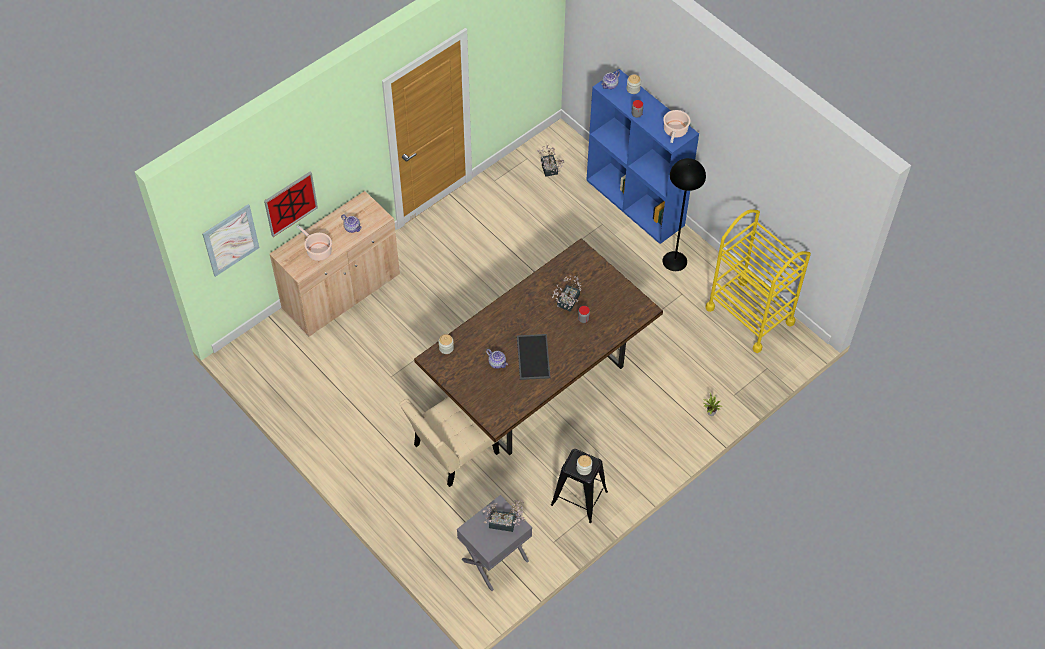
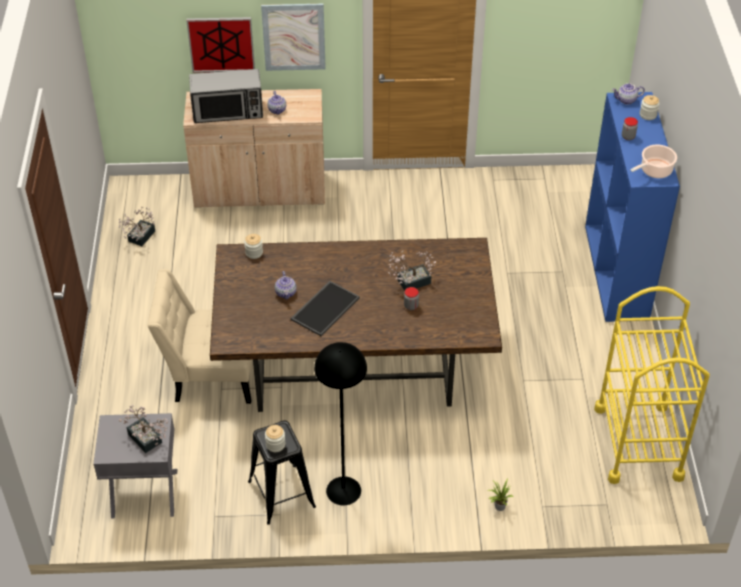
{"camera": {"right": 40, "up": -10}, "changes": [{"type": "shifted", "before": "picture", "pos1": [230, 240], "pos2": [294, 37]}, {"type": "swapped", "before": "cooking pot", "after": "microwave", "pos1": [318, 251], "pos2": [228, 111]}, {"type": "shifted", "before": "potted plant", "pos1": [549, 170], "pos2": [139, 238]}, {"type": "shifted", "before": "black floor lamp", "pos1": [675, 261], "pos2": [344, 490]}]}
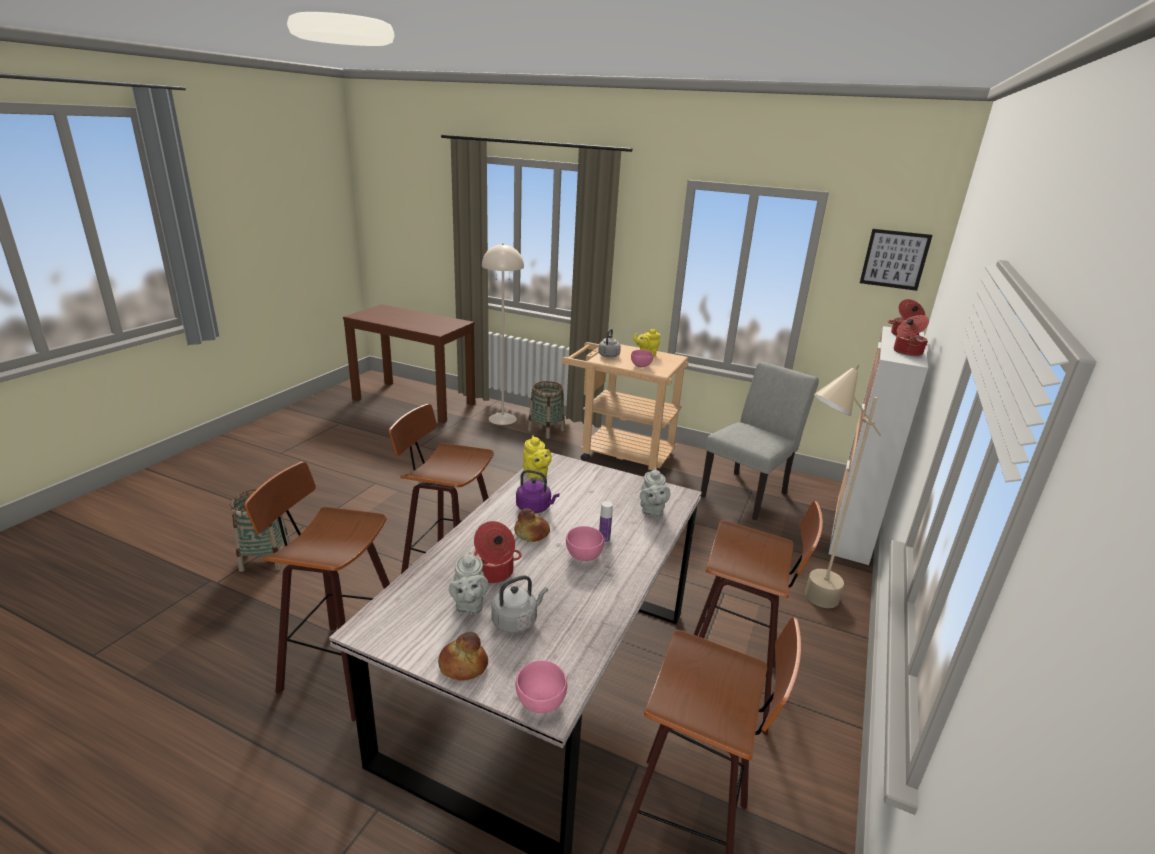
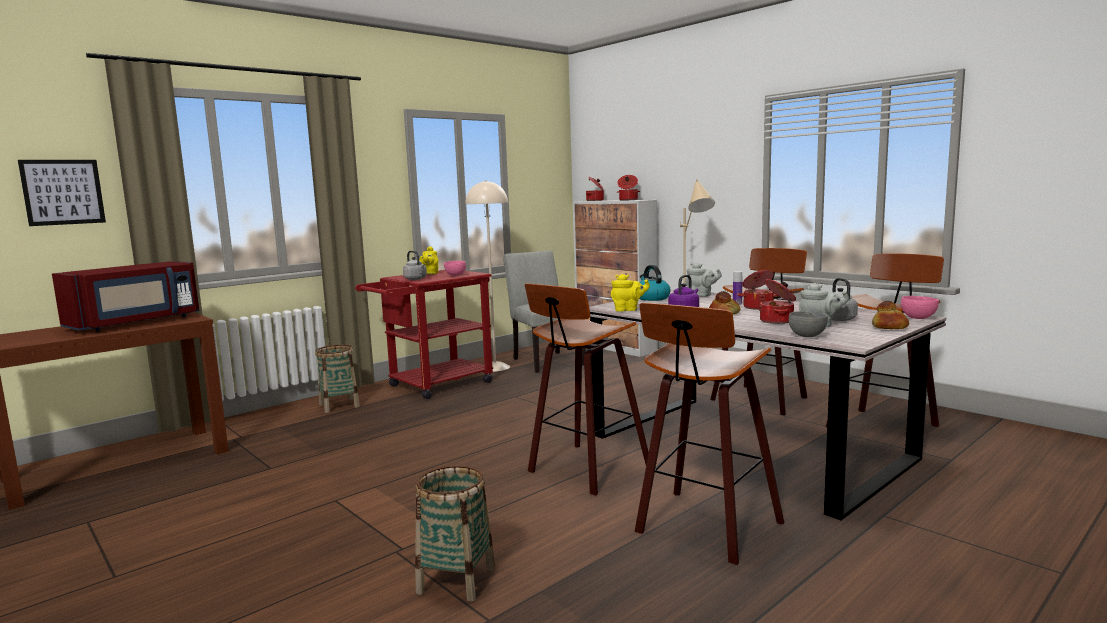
{"camera": {"right": -65, "up": -15}, "changes": [{"type": "shifted", "before": "beige floor lamp", "pos1": [502, 418], "pos2": [495, 367]}, {"type": "repainted", "before": "beige cart", "after": "red cart", "pos1": [618, 454], "pos2": [433, 386]}, {"type": "swapped", "before": "pink bowl", "after": "cooking pot", "pos1": [584, 556], "pos2": [758, 307]}, {"type": "shifted", "before": "picture", "pos1": [894, 259], "pos2": [63, 192]}, {"type": "new", "after": "red microwave", "pos2": [136, 323]}, {"type": "new", "after": "kettle", "pos2": [652, 298]}, {"type": "new", "after": "grey bowl", "pos2": [806, 336]}]}
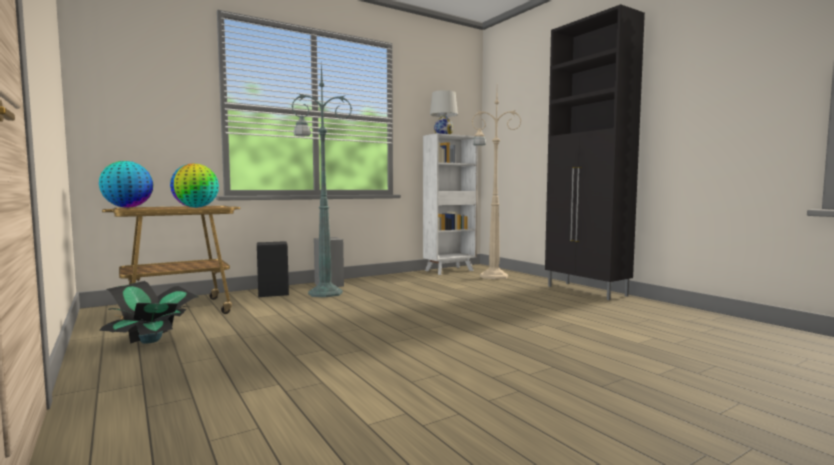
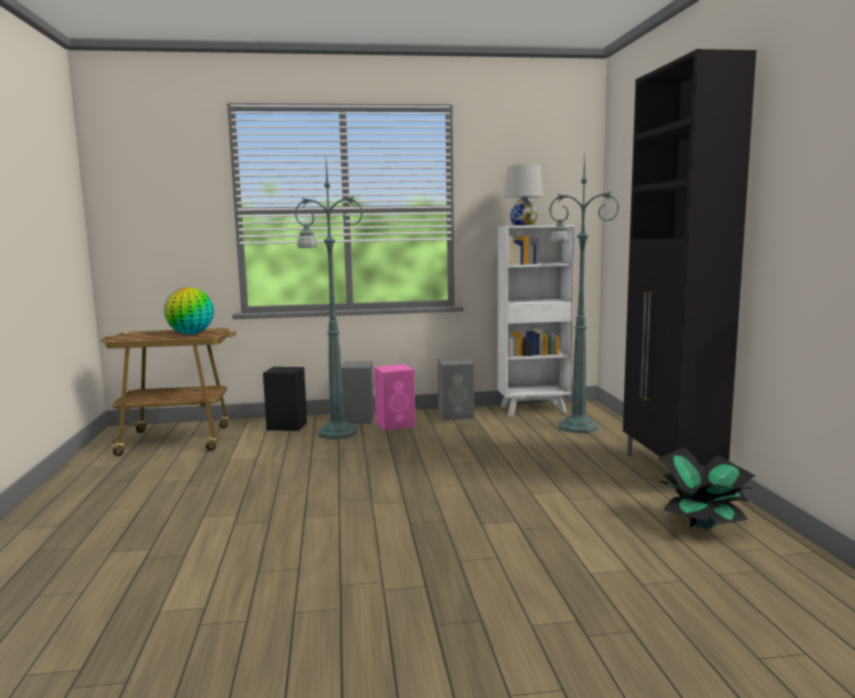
{"camera": {"right": 25, "up": 5}, "changes": [{"type": "gone", "before": "globe", "pos1": [127, 207]}, {"type": "shifted", "before": "potted plant", "pos1": [151, 340], "pos2": [703, 524]}, {"type": "repainted", "before": "beige floor lamp", "after": "green floor lamp", "pos1": [492, 276], "pos2": [575, 426]}, {"type": "new", "after": "pink speaker", "pos2": [396, 424]}, {"type": "new", "after": "grey speaker", "pos2": [456, 415]}]}
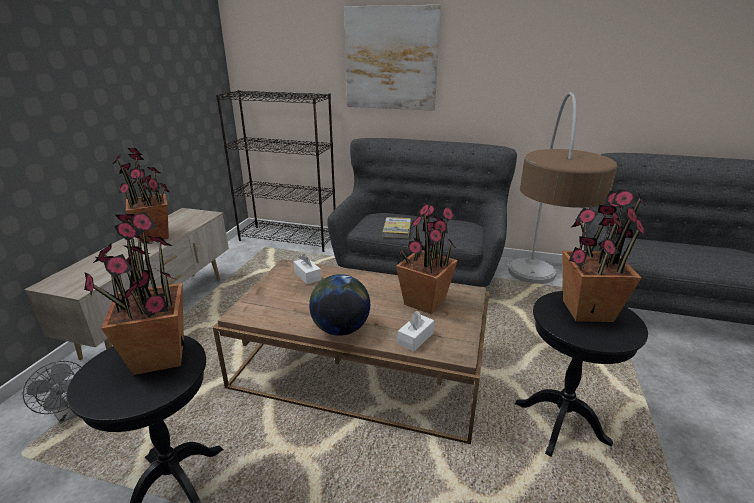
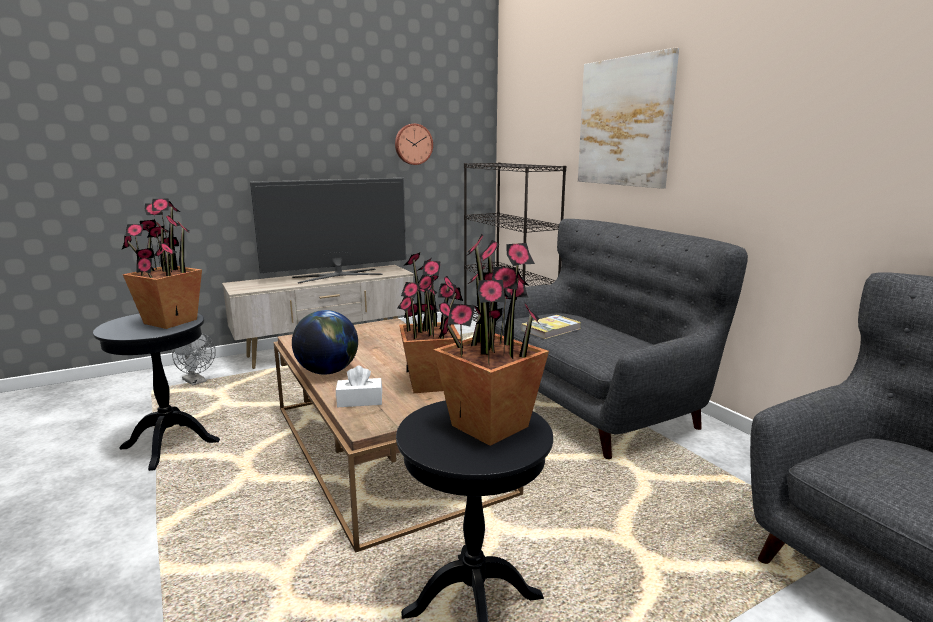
{"camera": {"right": 45, "up": -10}, "changes": [{"type": "rotated", "before": "grey fan", "pos1": [68, 414], "pos2": [197, 382], "turn": -45}, {"type": "swapped", "before": "potted plant", "after": "television", "pos1": [155, 236], "pos2": [338, 275]}, {"type": "gone", "before": "white tissue box", "pos1": [307, 276]}, {"type": "gone", "before": "floor lamp", "pos1": [533, 305]}, {"type": "new", "after": "wall clock", "pos2": [413, 144]}]}
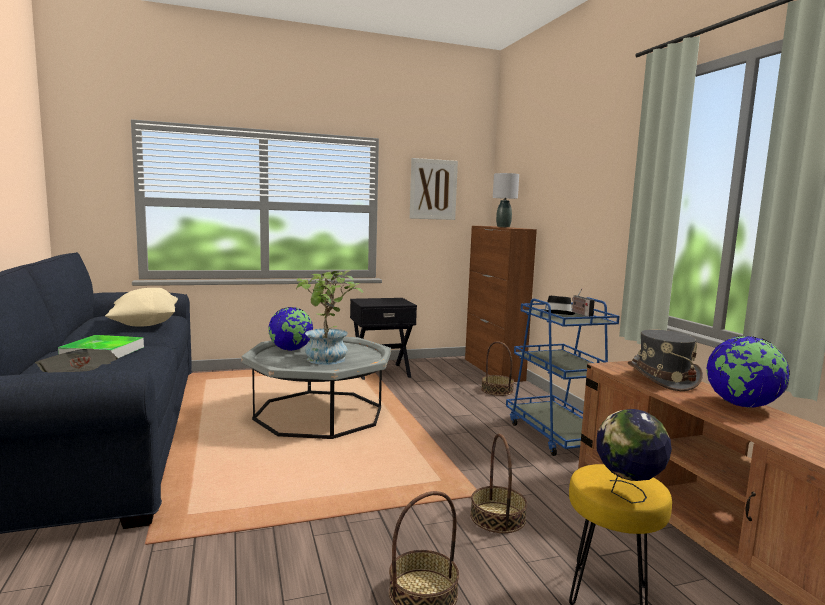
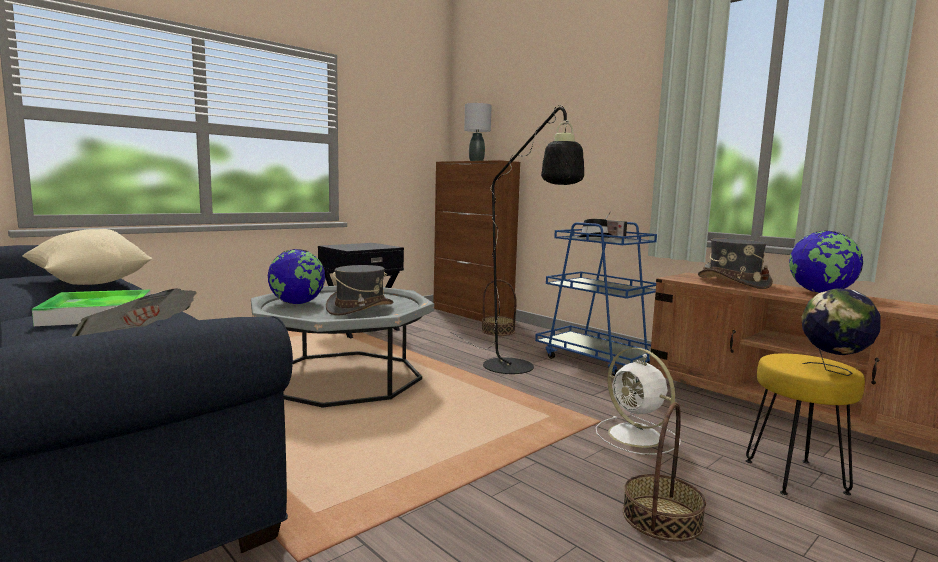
{"camera": {"right": -25, "up": 0}, "changes": [{"type": "swapped", "before": "potted plant", "after": "grey hat", "pos1": [327, 360], "pos2": [360, 309]}, {"type": "gone", "before": "picture", "pos1": [433, 189]}, {"type": "swapped", "before": "basket", "after": "white fan", "pos1": [498, 517], "pos2": [637, 437]}, {"type": "new", "after": "black floor lamp", "pos2": [516, 370]}]}
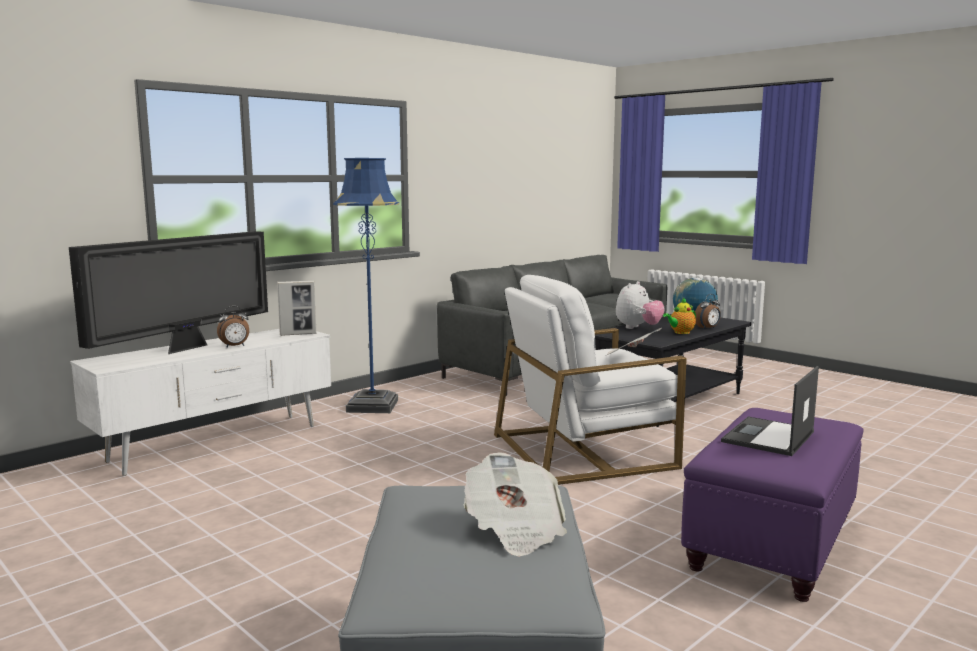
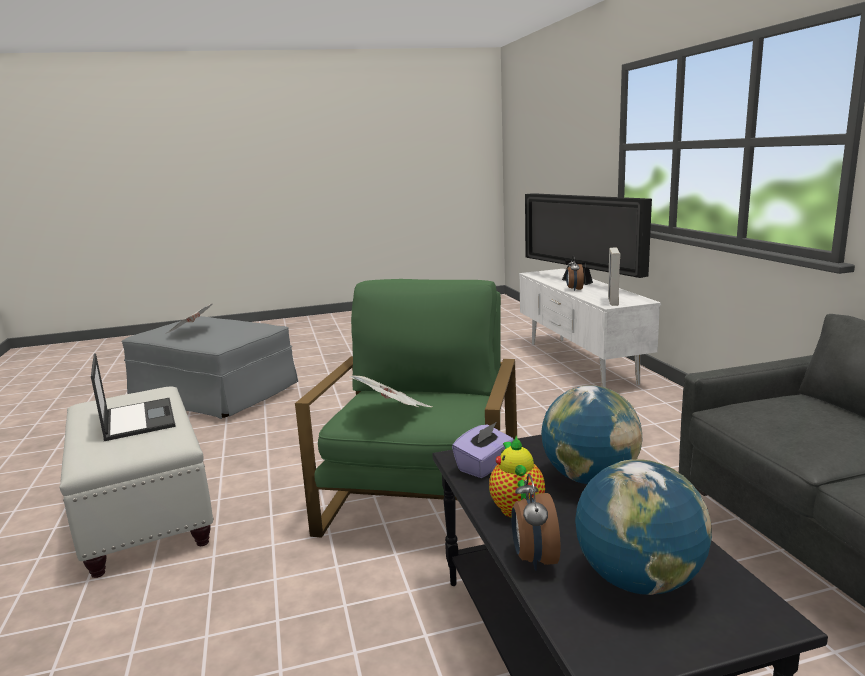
{"camera": {"right": 120, "up": 5}, "changes": [{"type": "gone", "before": "blue floor lamp", "pos1": [372, 406]}, {"type": "repainted", "before": "white armchair", "after": "green armchair", "pos1": [583, 450], "pos2": [424, 496]}, {"type": "swapped", "before": "plush toy", "after": "globe", "pos1": [638, 328], "pos2": [590, 479]}, {"type": "repainted", "before": "purple ottoman", "after": "white ottoman", "pos1": [772, 543], "pos2": [145, 513]}, {"type": "new", "after": "purple tissue box", "pos2": [484, 466]}]}
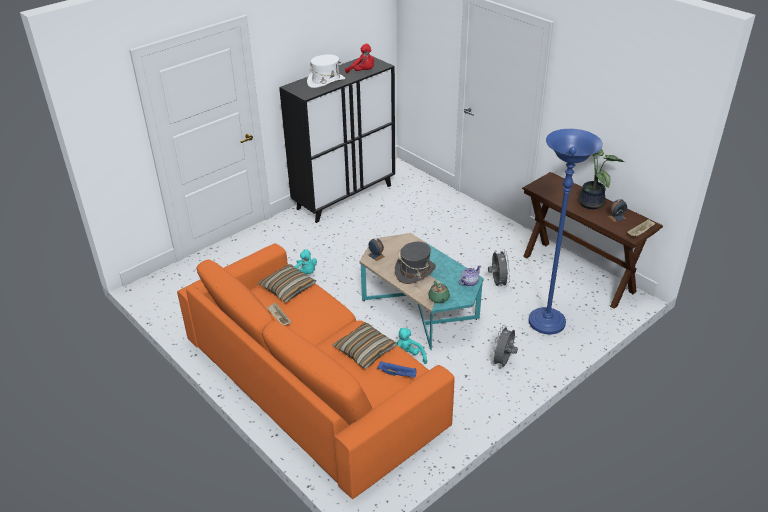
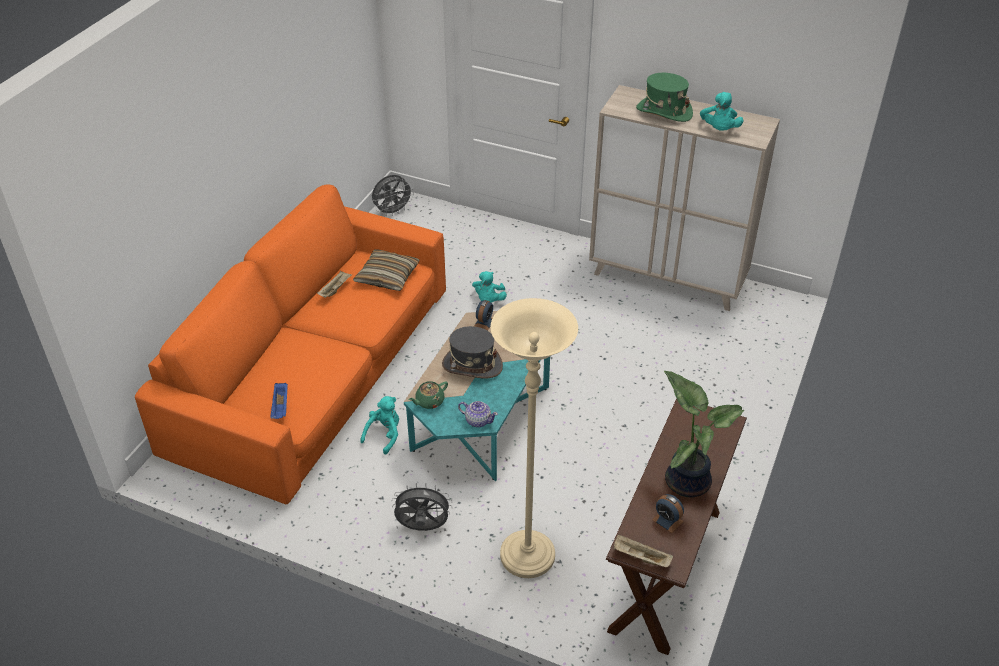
{"camera": {"right": 65, "up": 5}, "changes": [{"type": "repainted", "before": "black cabinet", "after": "beige cabinet", "pos1": [344, 197], "pos2": [667, 278]}, {"type": "repainted", "before": "white hat", "after": "green hat", "pos1": [326, 81], "pos2": [664, 111]}, {"type": "gone", "before": "pillow", "pos1": [365, 350]}, {"type": "repainted", "before": "red plush toy", "after": "turquoise plush toy", "pos1": [362, 72], "pos2": [719, 130]}, {"type": "shifted", "before": "grey fan", "pos1": [497, 283], "pos2": [393, 211]}, {"type": "repainted", "before": "blue floor lamp", "after": "beige floor lamp", "pos1": [546, 323], "pos2": [527, 556]}]}
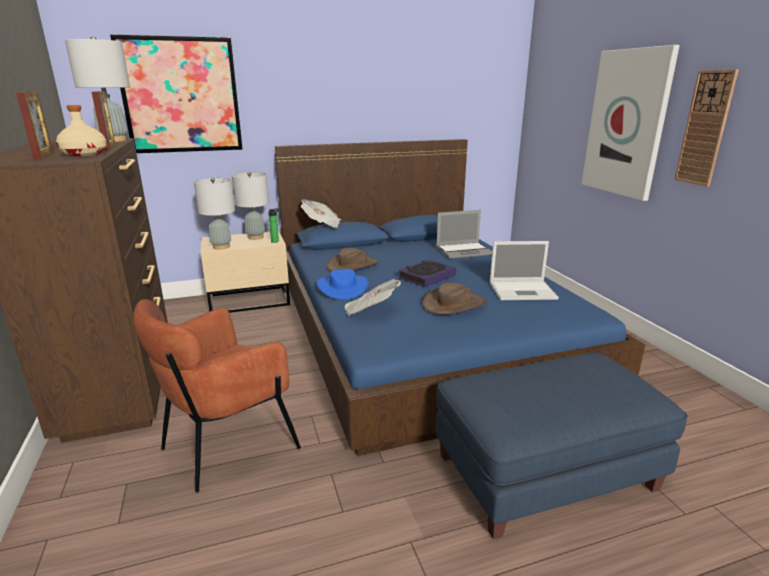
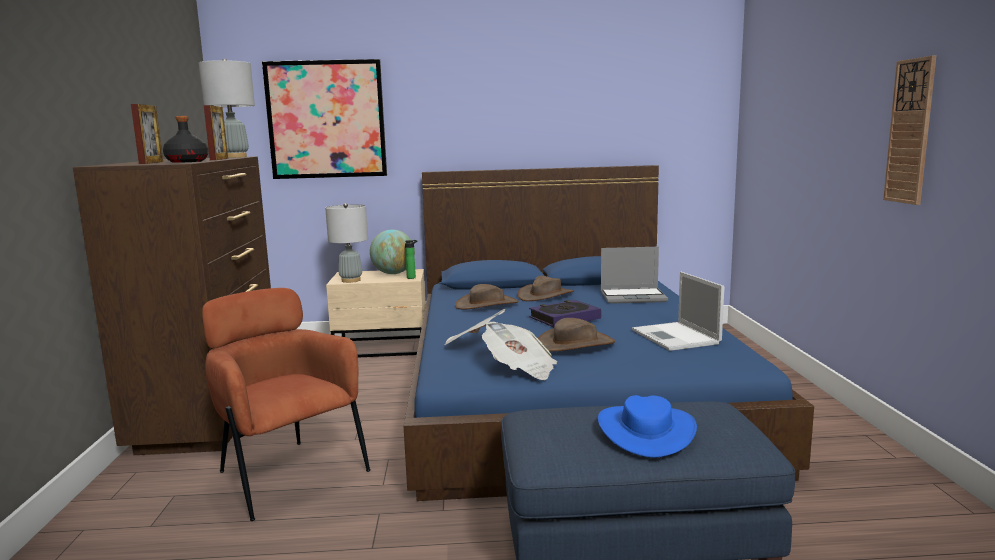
{"camera": {"right": 15, "up": -10}, "changes": [{"type": "repainted", "before": "beige bottle", "after": "black bottle", "pos1": [85, 154], "pos2": [187, 161]}, {"type": "rotated", "before": "brown armchair", "pos1": [227, 445], "pos2": [286, 475], "turn": 75}, {"type": "swapped", "before": "grey table lamp", "after": "globe", "pos1": [255, 237], "pos2": [393, 273]}, {"type": "shifted", "before": "newspaper", "pos1": [322, 224], "pos2": [520, 369]}, {"type": "shifted", "before": "blue hat", "pos1": [343, 287], "pos2": [646, 431]}, {"type": "rotated", "before": "laptop", "pos1": [523, 291], "pos2": [676, 337], "turn": 60}, {"type": "gone", "before": "picture", "pos1": [627, 123]}, {"type": "new", "after": "brown hat", "pos2": [545, 295]}]}
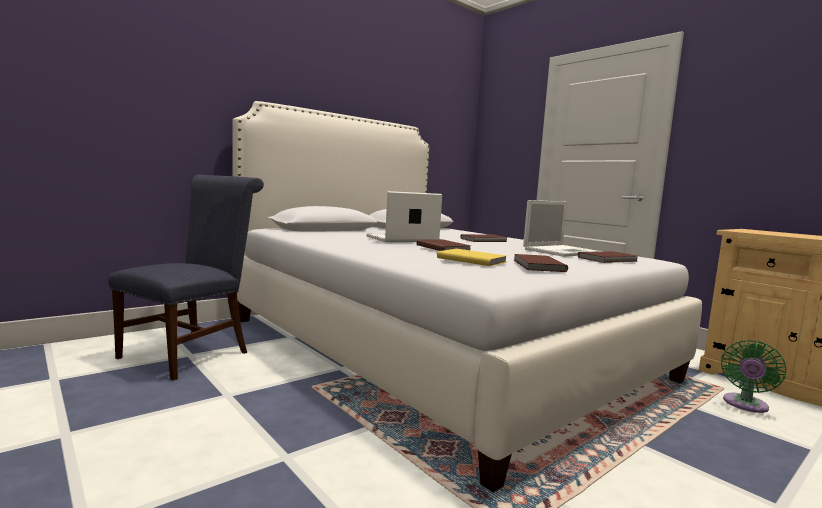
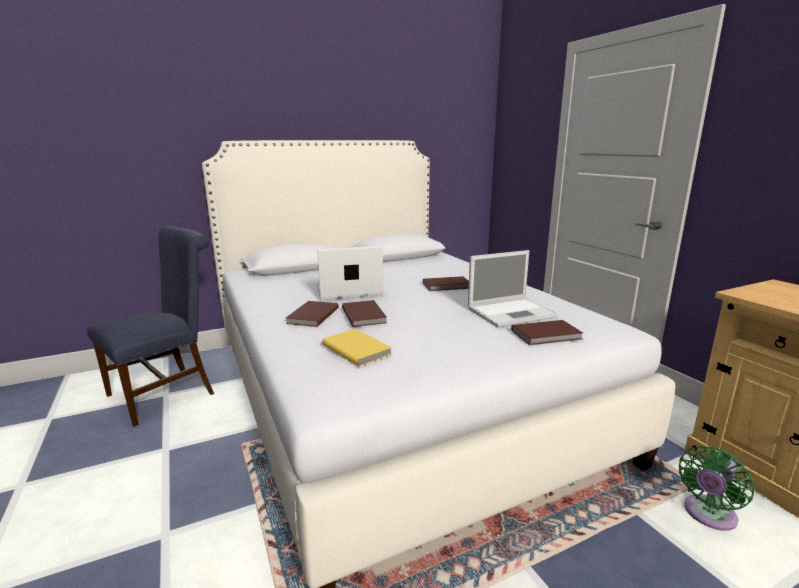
{"camera": {"right": 15, "up": 10}, "changes": [{"type": "shifted", "before": "brown book", "pos1": [537, 266], "pos2": [311, 316]}]}
